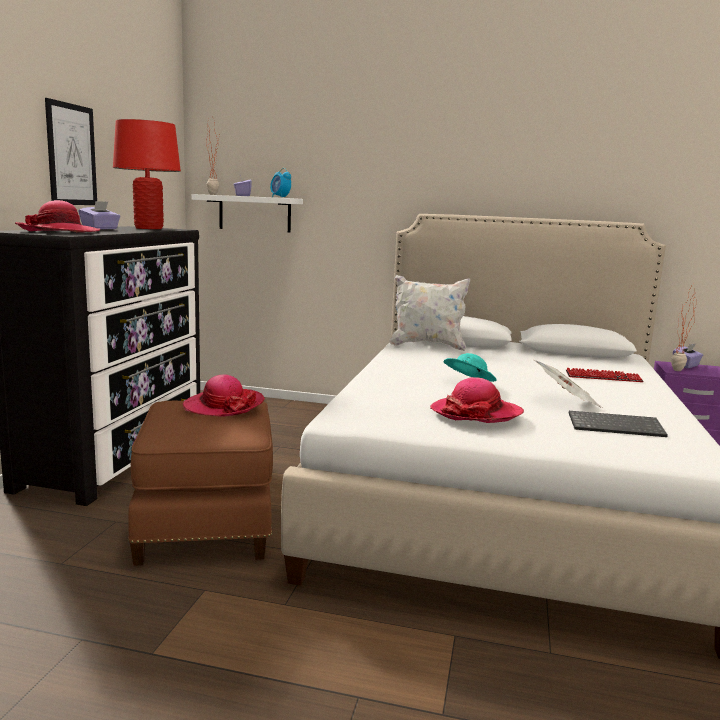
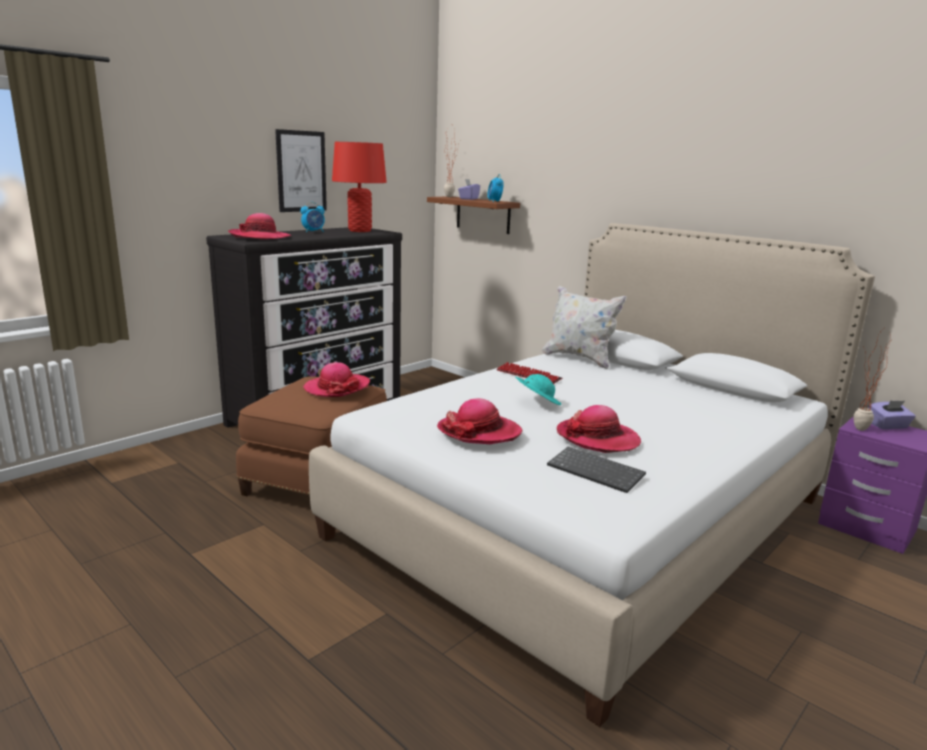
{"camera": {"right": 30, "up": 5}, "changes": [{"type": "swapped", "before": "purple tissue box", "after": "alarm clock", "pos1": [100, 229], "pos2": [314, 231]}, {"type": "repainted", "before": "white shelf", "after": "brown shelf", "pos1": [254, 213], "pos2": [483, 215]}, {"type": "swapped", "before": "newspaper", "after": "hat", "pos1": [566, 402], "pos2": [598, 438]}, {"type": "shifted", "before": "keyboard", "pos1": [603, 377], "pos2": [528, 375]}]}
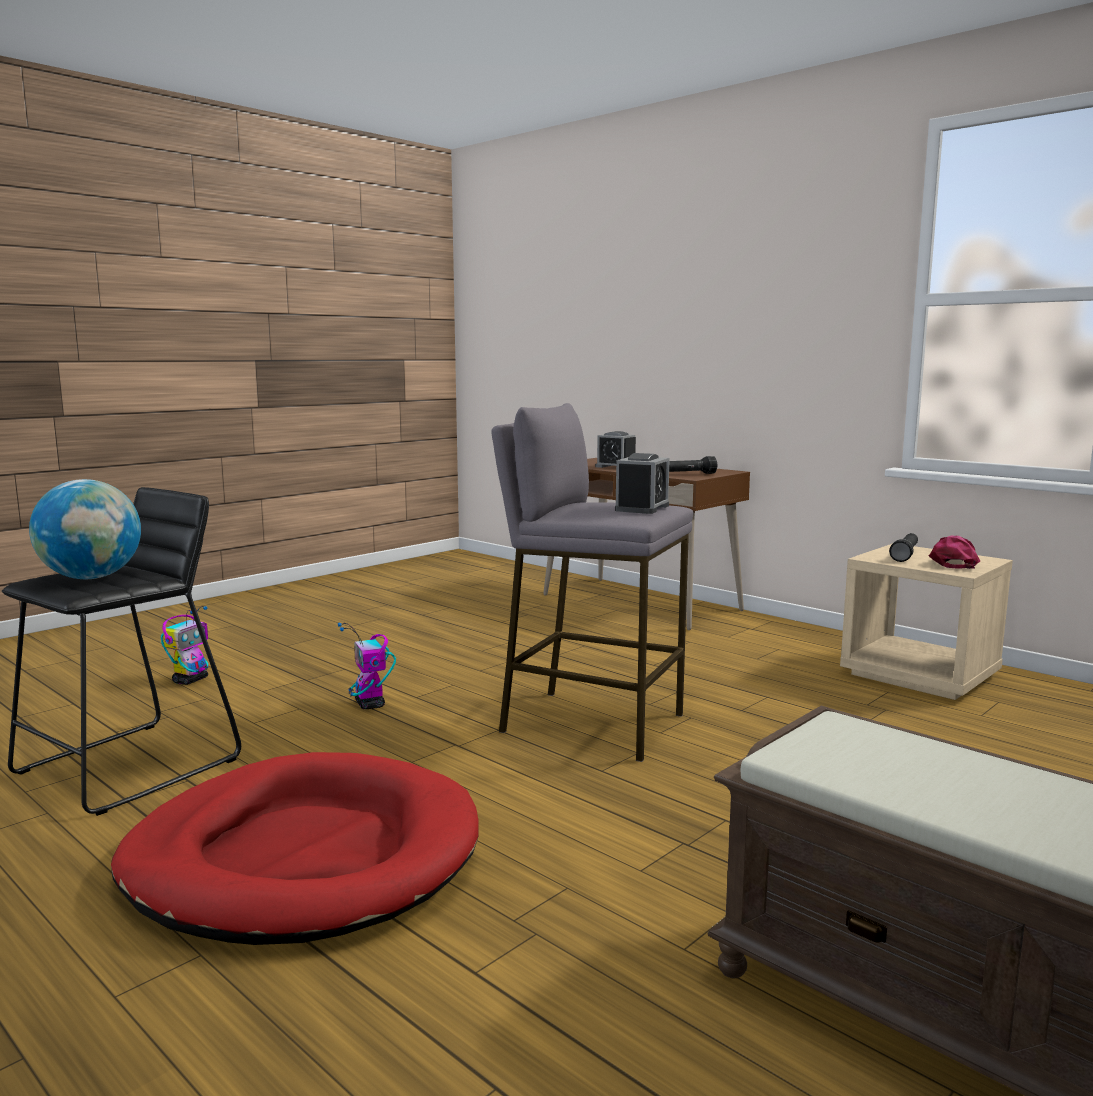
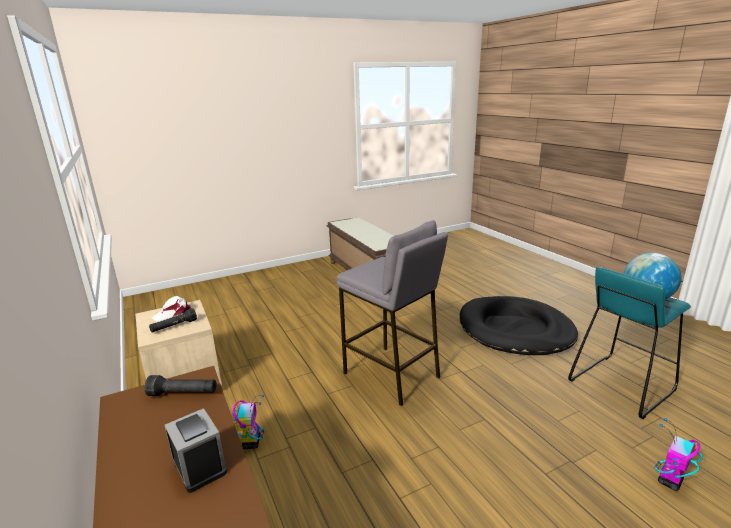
{"camera": {"right": -160, "up": 10}, "changes": [{"type": "repainted", "before": "black stool", "after": "turquoise stool", "pos1": [129, 766], "pos2": [621, 384]}, {"type": "repainted", "before": "red dog bed", "after": "black dog bed", "pos1": [304, 857], "pos2": [515, 330]}, {"type": "shifted", "before": "toy robot", "pos1": [370, 704], "pos2": [251, 442]}, {"type": "gone", "before": "alarm clock", "pos1": [642, 508]}, {"type": "repainted", "before": "pink cap", "after": "white cap", "pos1": [954, 563], "pos2": [172, 313]}]}
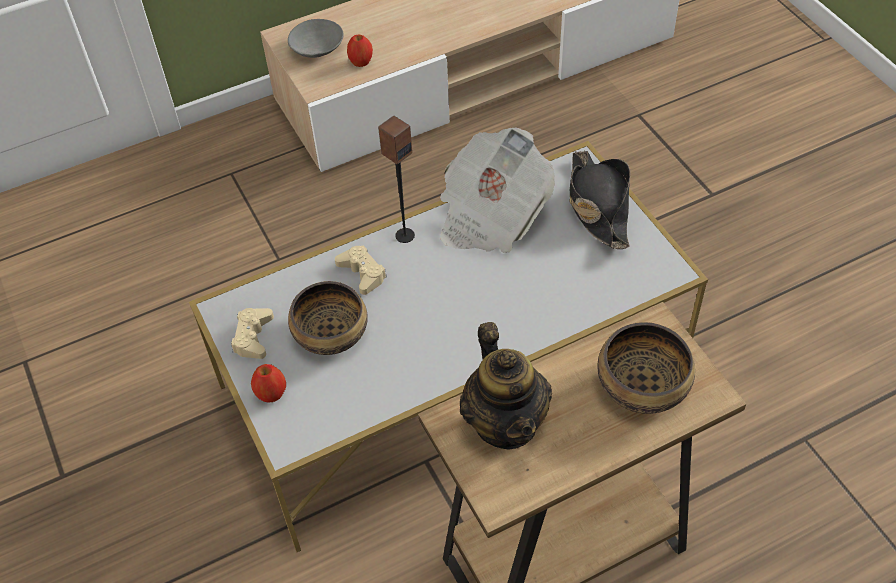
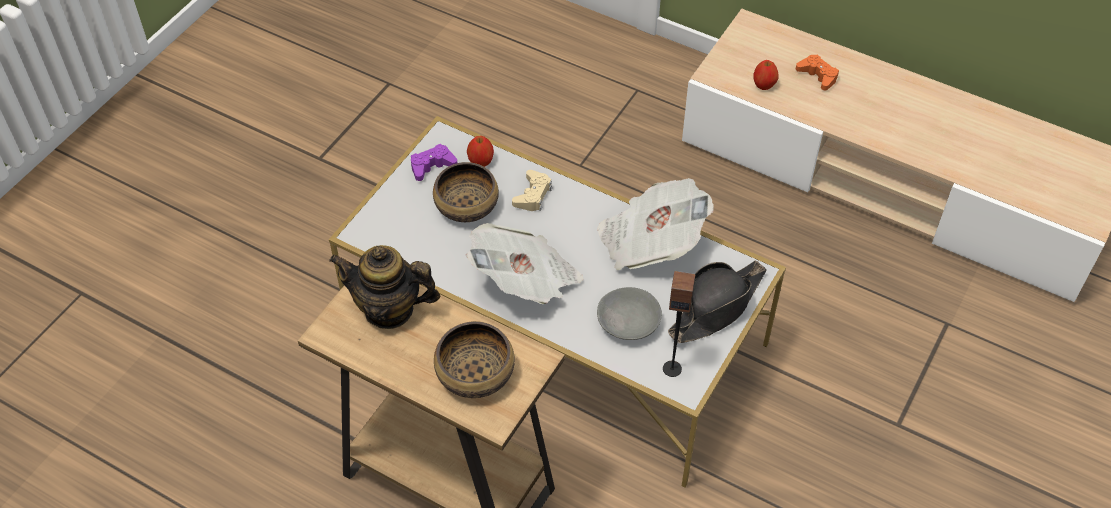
{"camera": {"right": 55, "up": 0}, "changes": [{"type": "repainted", "before": "beige game controller", "after": "purple game controller", "pos1": [253, 337], "pos2": [432, 166]}, {"type": "shifted", "before": "apple", "pos1": [271, 393], "pos2": [481, 161]}, {"type": "shifted", "before": "grey bowl", "pos1": [316, 48], "pos2": [627, 321]}, {"type": "shifted", "before": "speaker", "pos1": [404, 235], "pos2": [672, 368]}, {"type": "rotated", "before": "teapot", "pos1": [506, 423], "pos2": [389, 309], "turn": 60}, {"type": "new", "after": "newspaper", "pos2": [526, 281]}, {"type": "new", "after": "orange game controller", "pos2": [817, 76]}]}
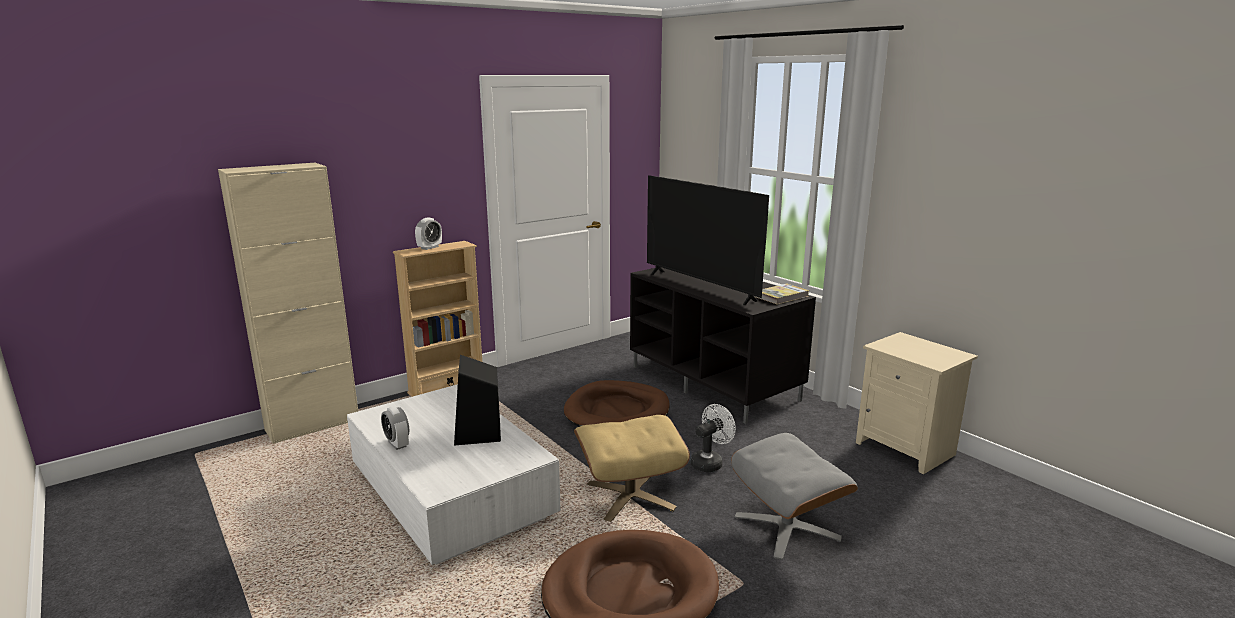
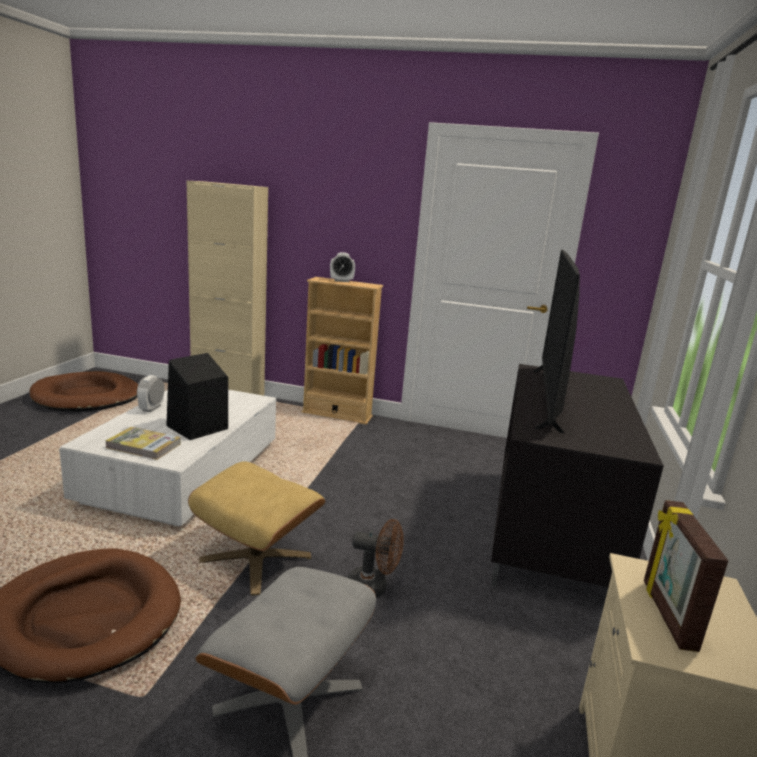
{"camera": {"right": 50, "up": 0}, "changes": [{"type": "shifted", "before": "brown dog bed", "pos1": [617, 412], "pos2": [87, 397]}, {"type": "repainted", "before": "white fan", "after": "brown fan", "pos1": [710, 462], "pos2": [373, 588]}, {"type": "shifted", "before": "book", "pos1": [781, 296], "pos2": [143, 446]}, {"type": "new", "after": "picture frame", "pos2": [666, 615]}]}
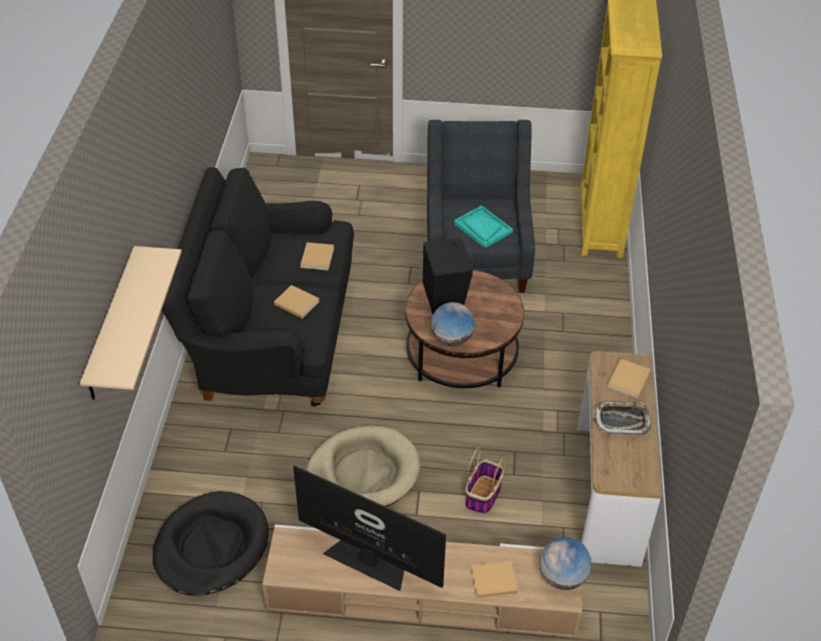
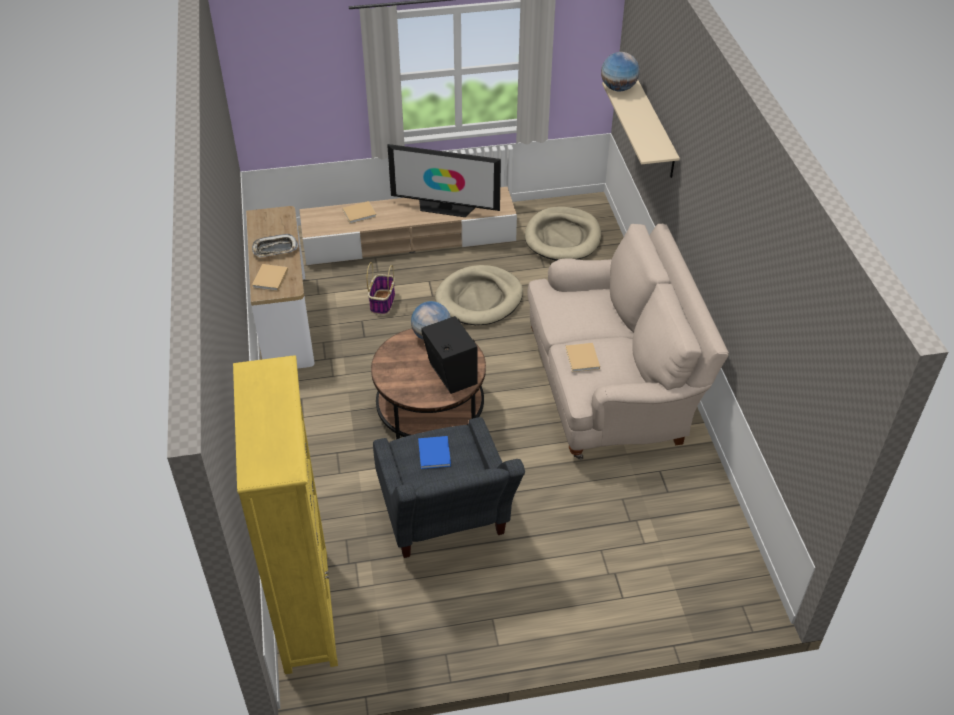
{"camera": {"right": 165, "up": 0}, "changes": [{"type": "repainted", "before": "black dog bed", "after": "beige dog bed", "pos1": [211, 546], "pos2": [563, 237]}, {"type": "repainted", "before": "black sofa", "after": "beige sofa", "pos1": [271, 336], "pos2": [611, 387]}, {"type": "gone", "before": "beige book", "pos1": [295, 302]}, {"type": "swapped", "before": "turquoise tray", "after": "blue book", "pos1": [482, 228], "pos2": [434, 454]}, {"type": "shifted", "before": "globe", "pos1": [562, 577], "pos2": [618, 88]}]}
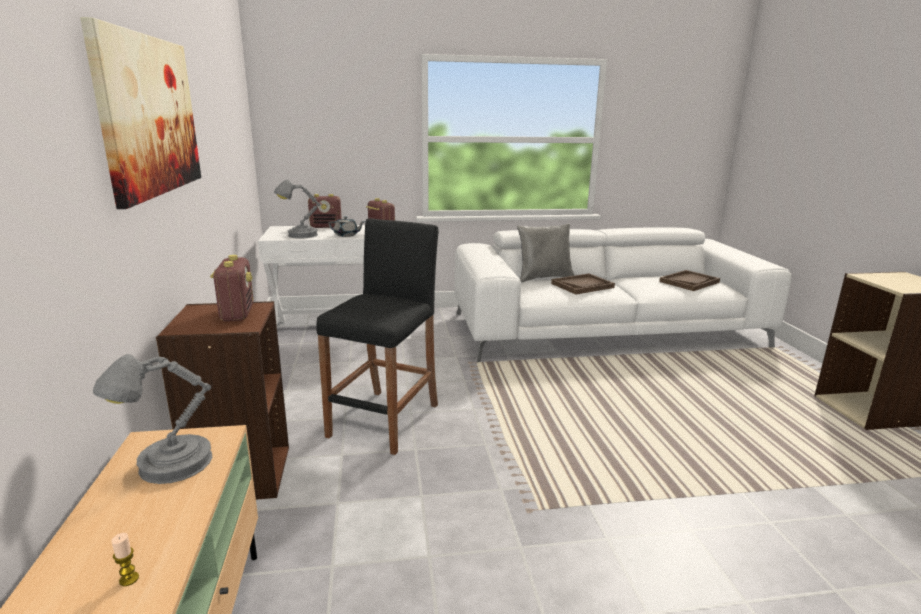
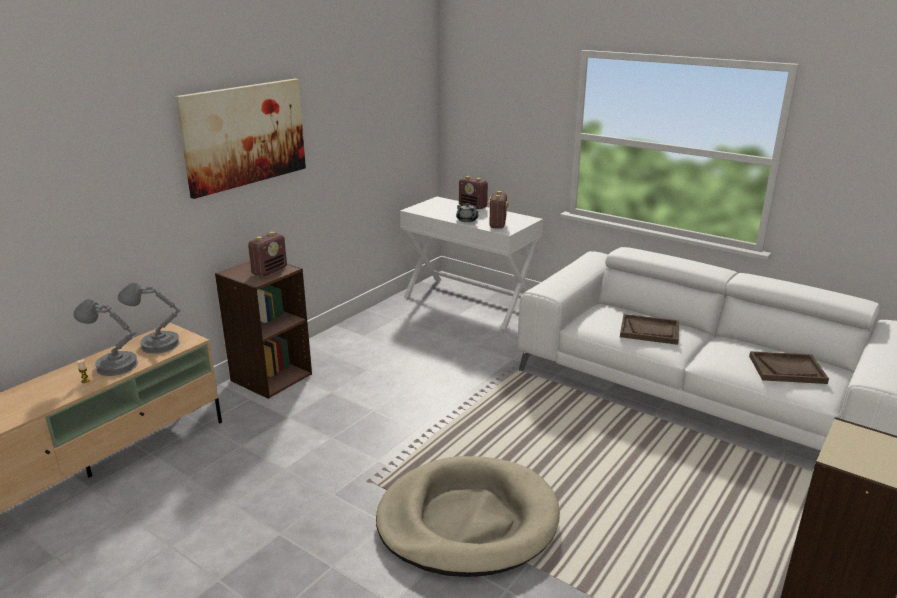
{"camera": {"right": 45, "up": 5}, "changes": [{"type": "shifted", "before": "grey table lamp", "pos1": [300, 235], "pos2": [114, 366]}, {"type": "gone", "before": "black stool", "pos1": [385, 420]}, {"type": "gone", "before": "grey pillow", "pos1": [544, 278]}, {"type": "new", "after": "beige dog bed", "pos2": [467, 520]}]}
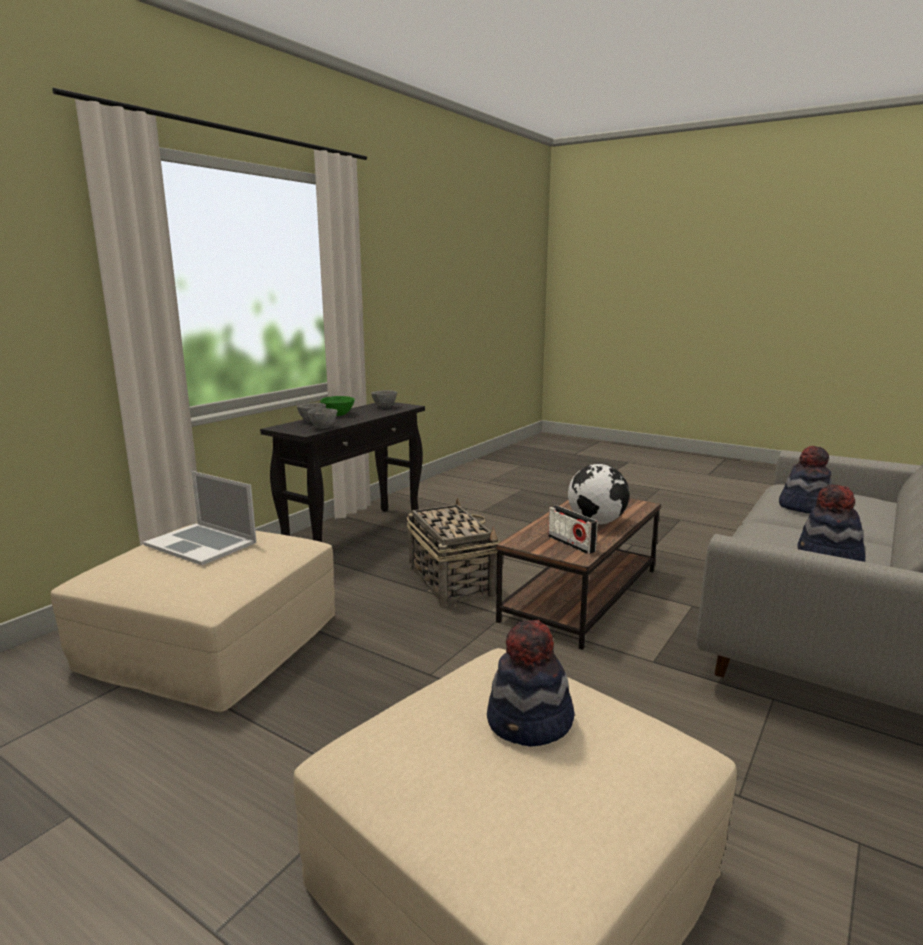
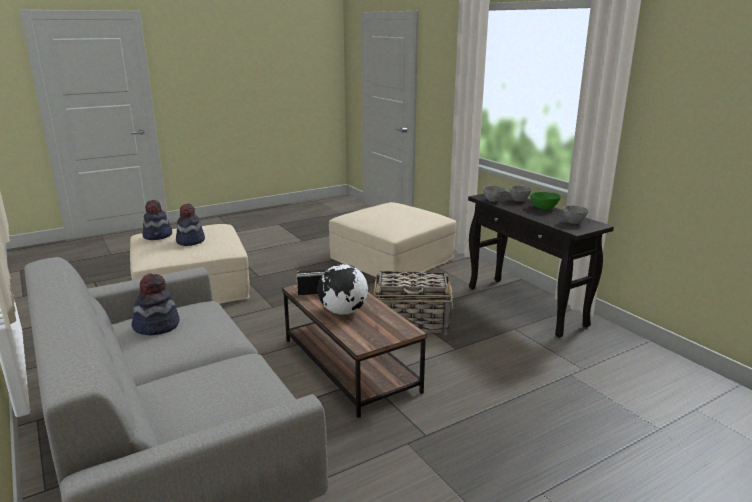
{"camera": {"right": 115, "up": 5}, "changes": [{"type": "gone", "before": "laptop", "pos1": [201, 543]}, {"type": "shifted", "before": "hat", "pos1": [804, 506], "pos2": [158, 236]}]}
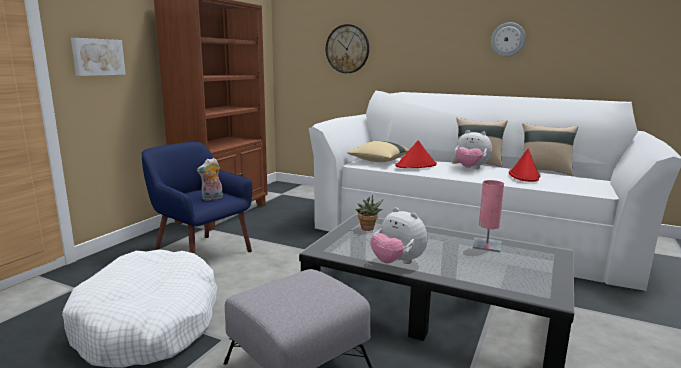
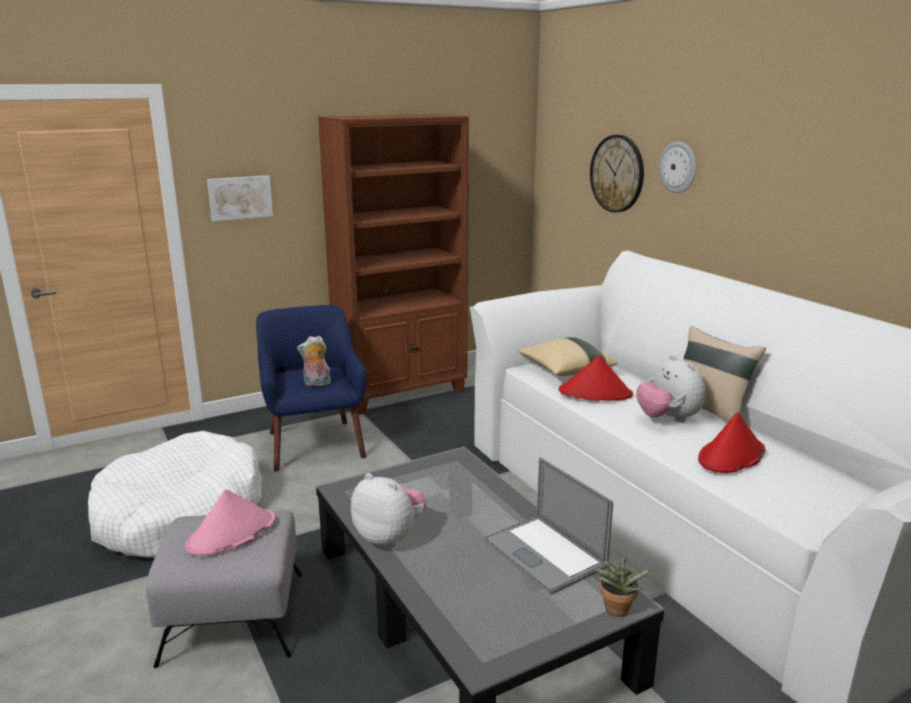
{"camera": {"right": 35, "up": 5}, "changes": [{"type": "shifted", "before": "potted plant", "pos1": [368, 229], "pos2": [616, 612]}, {"type": "rotated", "before": "plush toy", "pos1": [397, 262], "pos2": [390, 537], "turn": 135}, {"type": "swapped", "before": "pink table lamp", "after": "laptop", "pos1": [487, 245], "pos2": [544, 553]}, {"type": "shifted", "before": "wall clock", "pos1": [508, 39], "pos2": [678, 167]}, {"type": "gone", "before": "beige pillow", "pos1": [544, 171]}, {"type": "new", "after": "pink hat", "pos2": [231, 534]}]}
